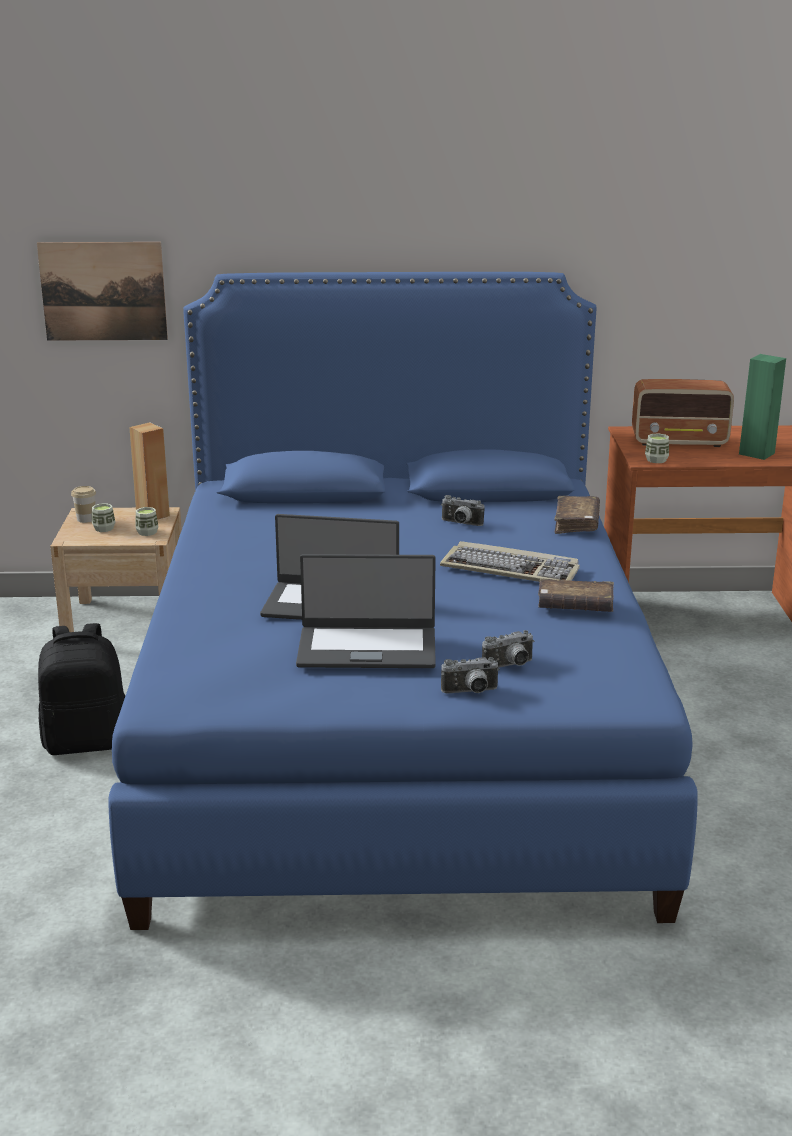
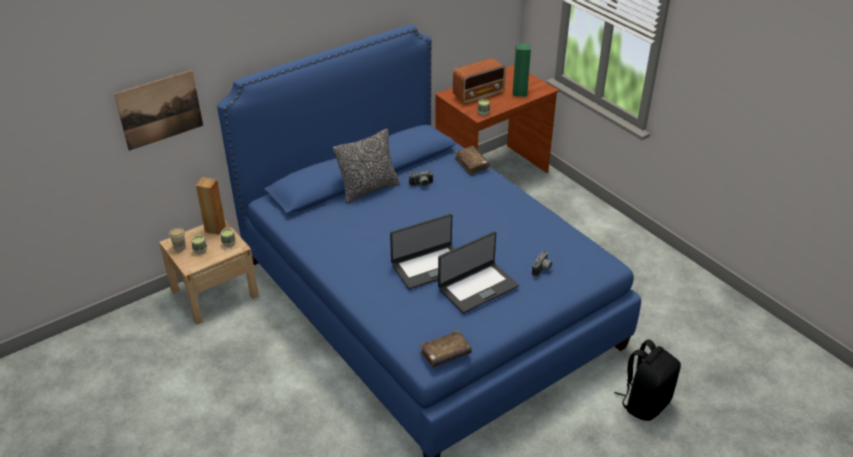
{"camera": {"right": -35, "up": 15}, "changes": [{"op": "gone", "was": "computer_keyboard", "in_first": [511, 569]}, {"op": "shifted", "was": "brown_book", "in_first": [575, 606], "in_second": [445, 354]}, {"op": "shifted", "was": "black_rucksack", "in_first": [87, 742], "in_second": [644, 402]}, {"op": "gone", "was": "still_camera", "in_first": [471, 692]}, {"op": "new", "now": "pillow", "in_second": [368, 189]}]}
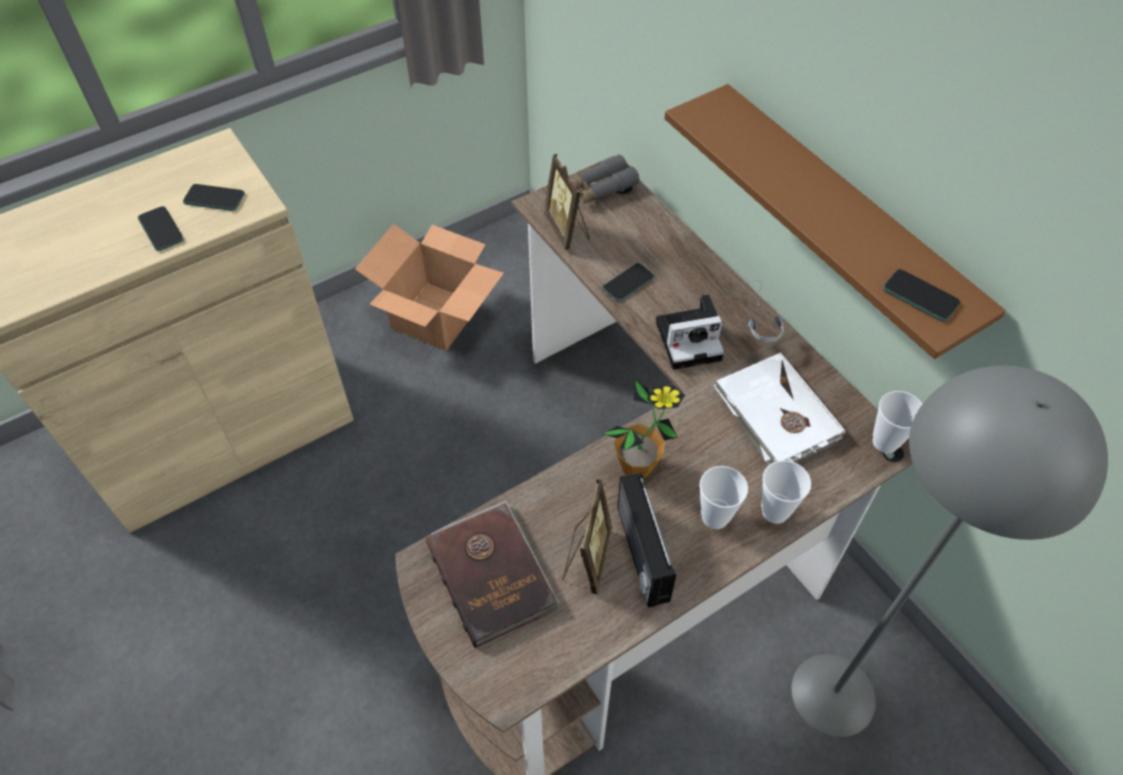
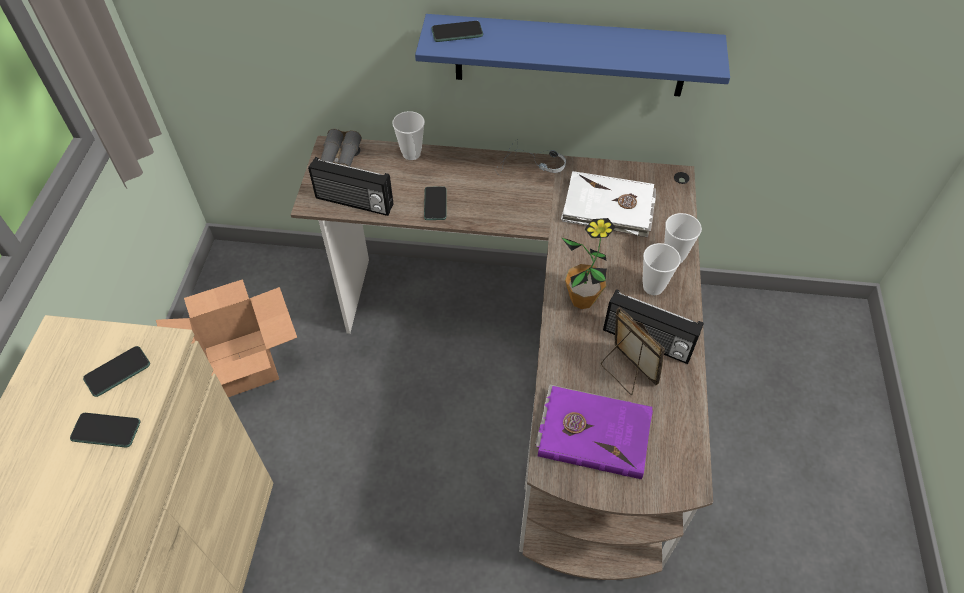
{"camera": {"right": -50, "up": 0}, "changes": [{"op": "repainted", "was": "brown_wall_shelf", "now": "bluish_wall_shelf", "in_first": [841, 222], "in_second": [570, 56]}, {"op": "swapped", "was": "standing_frame", "now": "radio_receiver", "in_first": [567, 230], "in_second": [354, 203]}, {"op": "shifted", "was": "handset", "in_first": [920, 296], "in_second": [457, 32]}, {"op": "gone", "was": "still_camera", "in_first": [690, 339]}, {"op": "gone", "was": "greyish_floor_lamp", "in_first": [833, 694]}, {"op": "shifted", "was": "drinking_cup", "in_first": [885, 442], "in_second": [411, 153]}, {"op": "repainted", "was": "brown_book", "now": "purplish_book", "in_first": [492, 573], "in_second": [593, 432]}]}
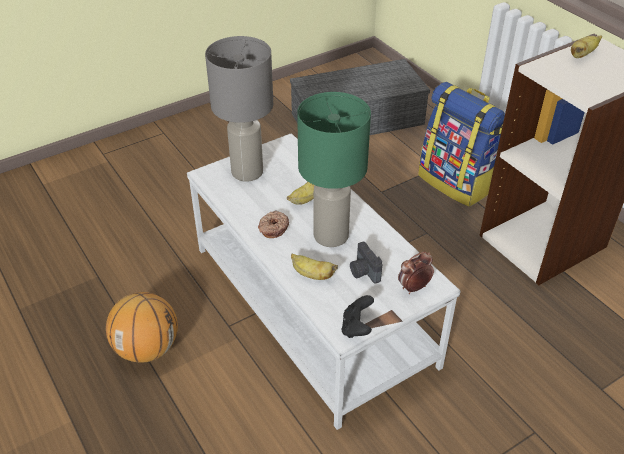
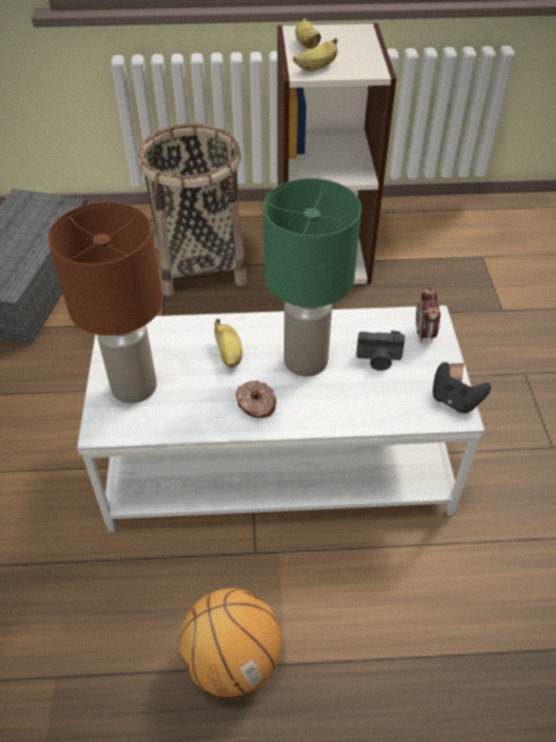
{"camera": {"right": -60, "up": 5}, "changes": [{"op": "repainted", "was": "greyish_table_lamp", "now": "brown_table_lamp", "in_first": [247, 172], "in_second": [135, 387]}, {"op": "swapped", "was": "rucksack", "now": "basket", "in_first": [456, 183], "in_second": [201, 264]}, {"op": "shifted", "was": "whole_banana", "in_first": [312, 275], "in_second": [316, 68]}]}
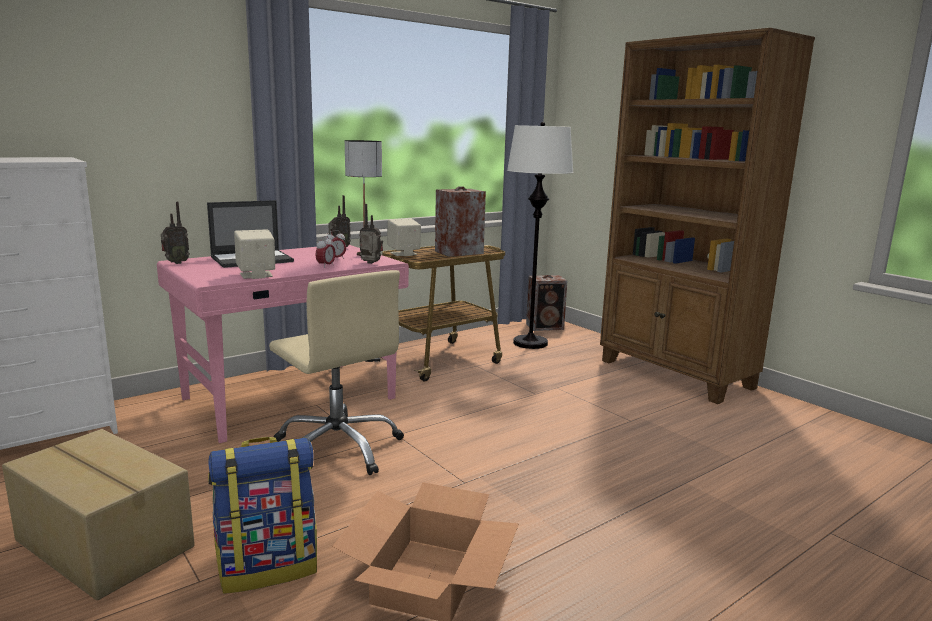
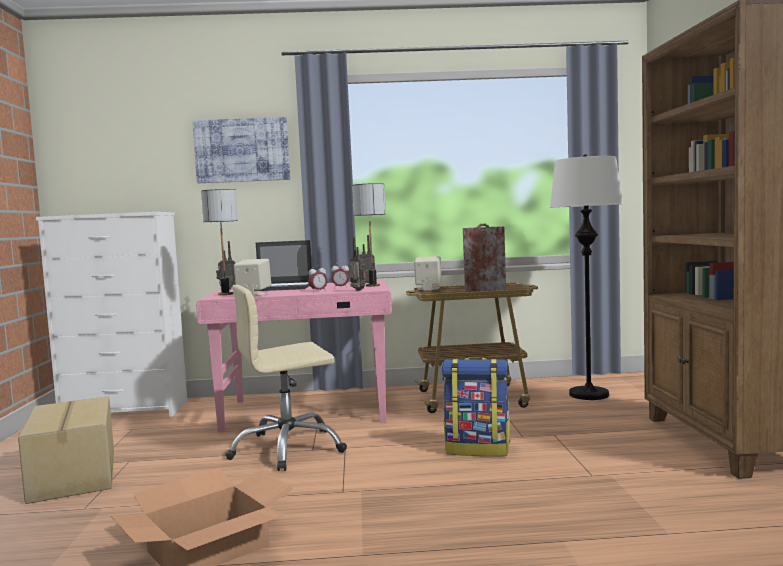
{"camera": {"right": 35, "up": -10}, "changes": [{"op": "rotated", "was": "beige_office_chair", "in_first": [338, 448], "in_second": [287, 449], "clockwise": 75}, {"op": "gone", "was": "speaker", "in_first": [546, 326]}, {"op": "shifted", "was": "rucksack", "in_first": [268, 567], "in_second": [478, 449]}, {"op": "new", "now": "wall_picture", "in_second": [242, 150]}, {"op": "new", "now": "table_lamp", "in_second": [226, 294]}]}
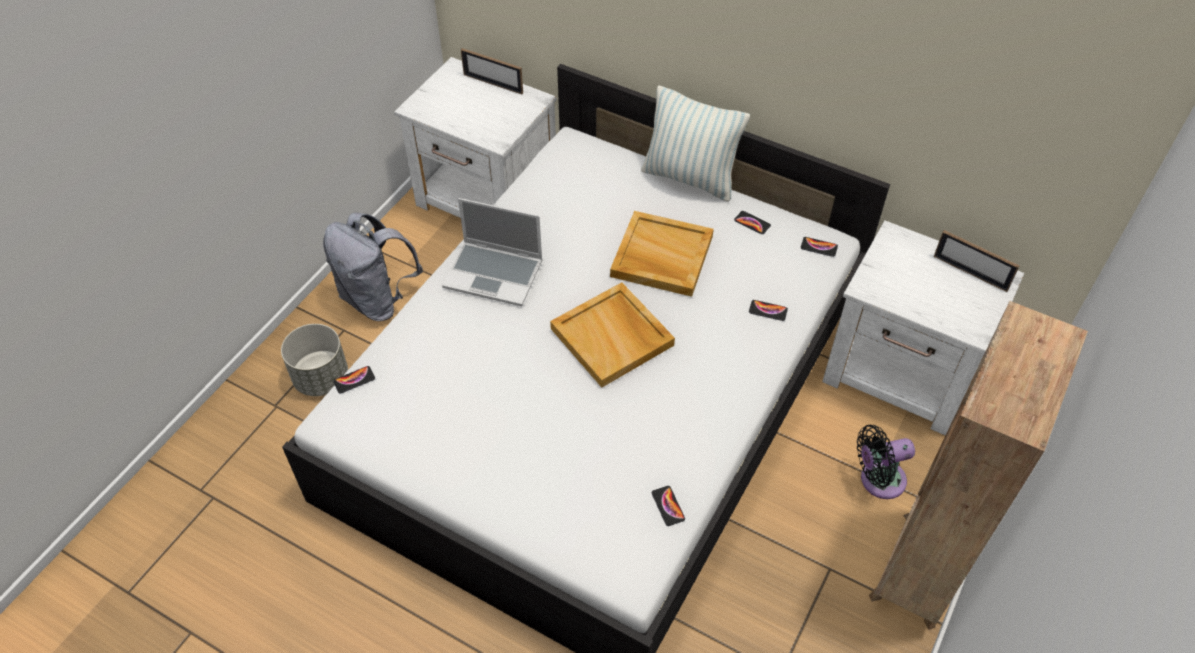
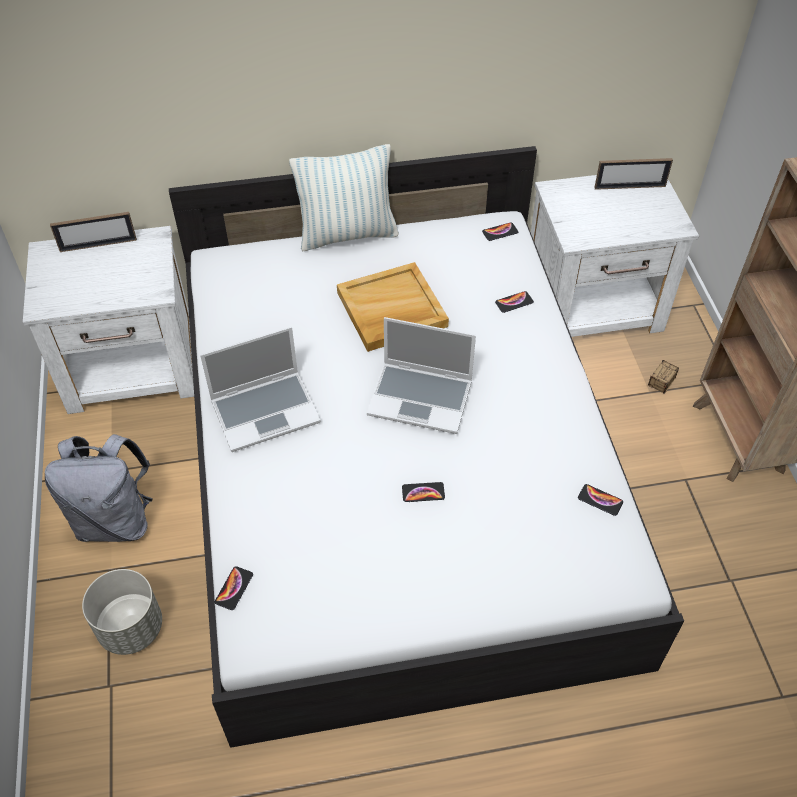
{"camera": {"right": -40, "up": 0}, "changes": [{"op": "shifted", "was": "handset", "in_first": [752, 223], "in_second": [423, 492]}, {"op": "swapped", "was": "beige_carrying_tray", "now": "portable_computer", "in_first": [613, 337], "in_second": [421, 398]}, {"op": "swapped", "was": "black_cooling_fan", "now": "storage_container", "in_first": [878, 480], "in_second": [653, 393]}]}
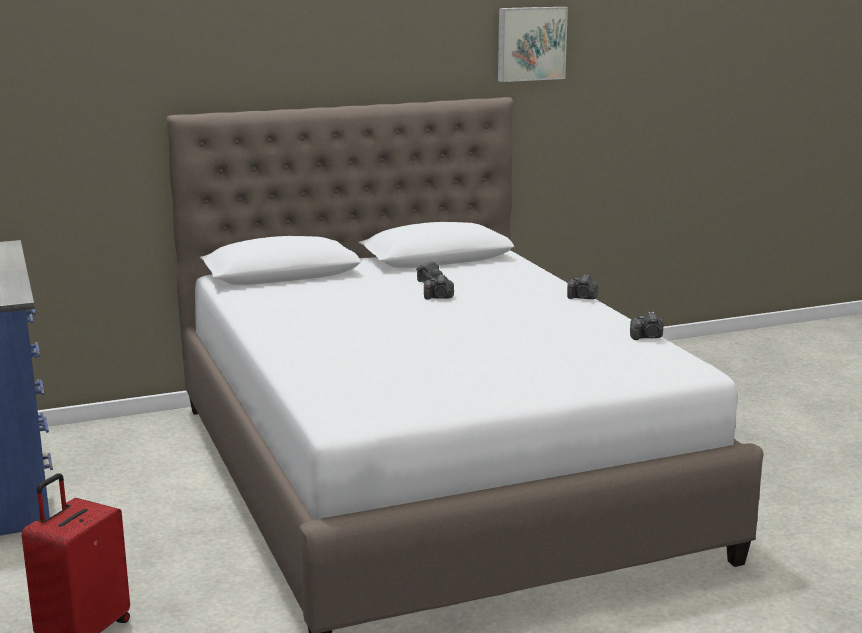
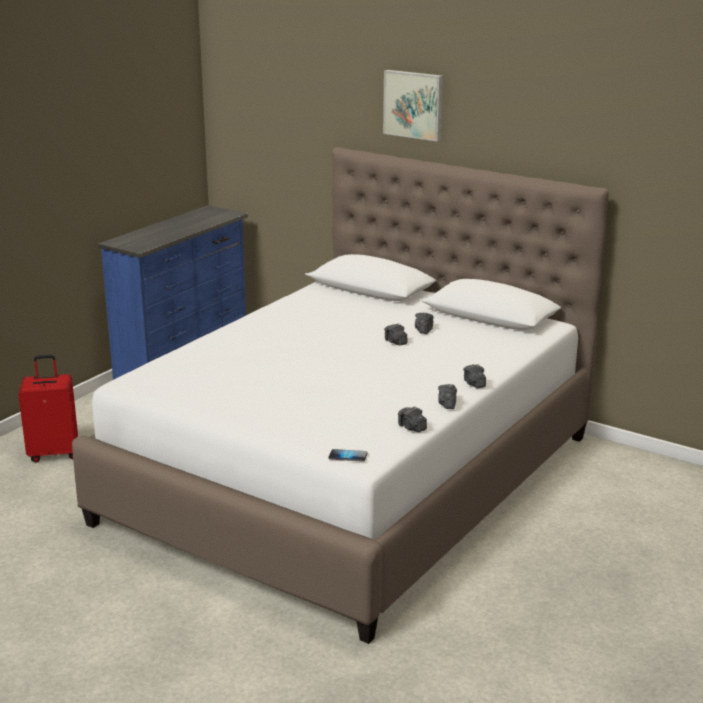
{"camera": {"right": 55, "up": 5}, "changes": [{"op": "shifted", "was": "wall_picture", "in_first": [530, 43], "in_second": [414, 104]}, {"op": "new", "now": "still_camera", "in_second": [447, 404]}, {"op": "new", "now": "handset", "in_second": [348, 456]}]}
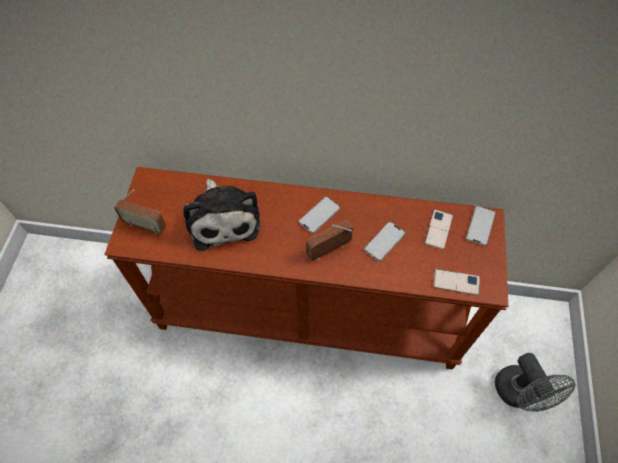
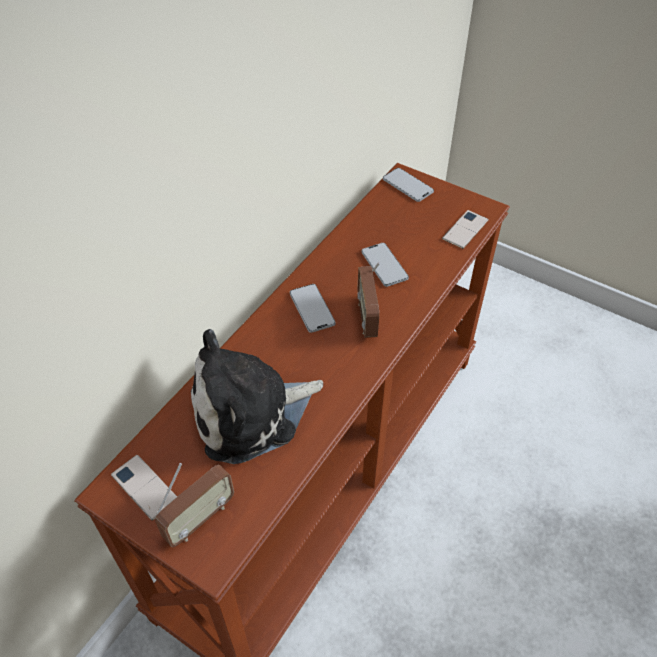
{"camera": {"right": -65, "up": -10}, "changes": [{"op": "rotated", "was": "cuddly_toy", "in_first": [223, 218], "in_second": [251, 412], "clockwise": 150}, {"op": "shifted", "was": "handset", "in_first": [438, 229], "in_second": [144, 487]}, {"op": "gone", "was": "greyish_cooling_fan", "in_first": [519, 394]}]}
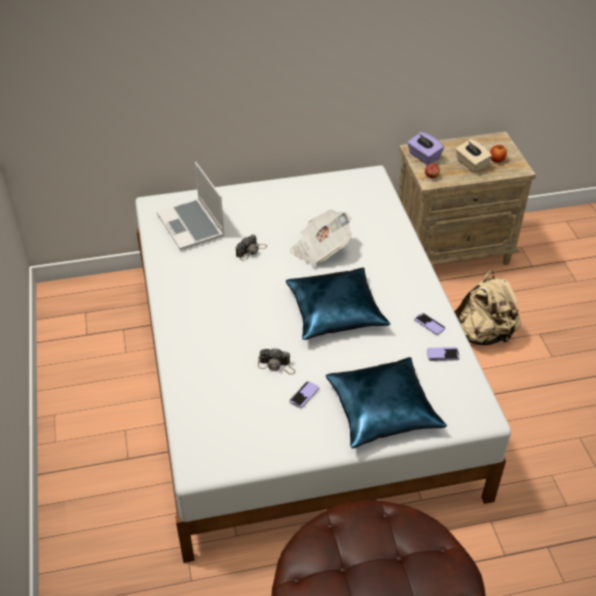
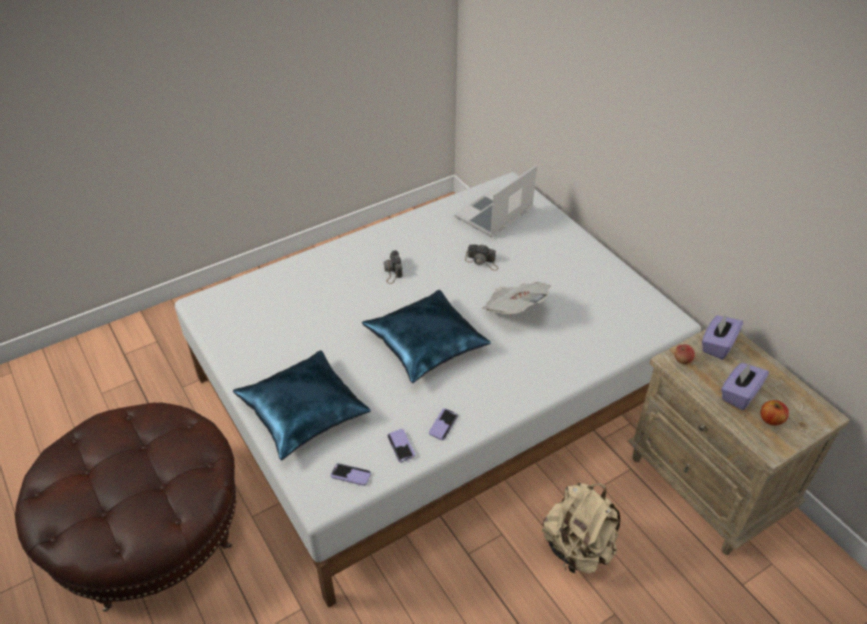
{"camera": {"right": 70, "up": 0}, "changes": [{"op": "repainted", "was": "beige_tissue_box", "now": "purplish_tissue_box", "in_first": [471, 164], "in_second": [739, 394]}, {"op": "shifted", "was": "still_camera", "in_first": [277, 366], "in_second": [392, 271]}, {"op": "shifted", "was": "handset", "in_first": [304, 395], "in_second": [350, 475]}]}
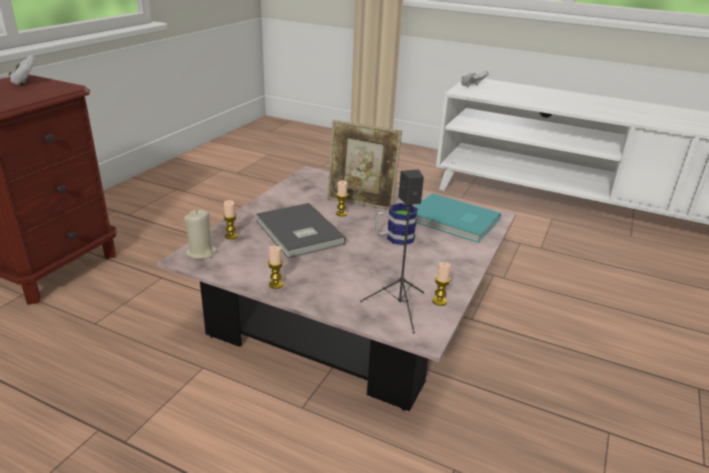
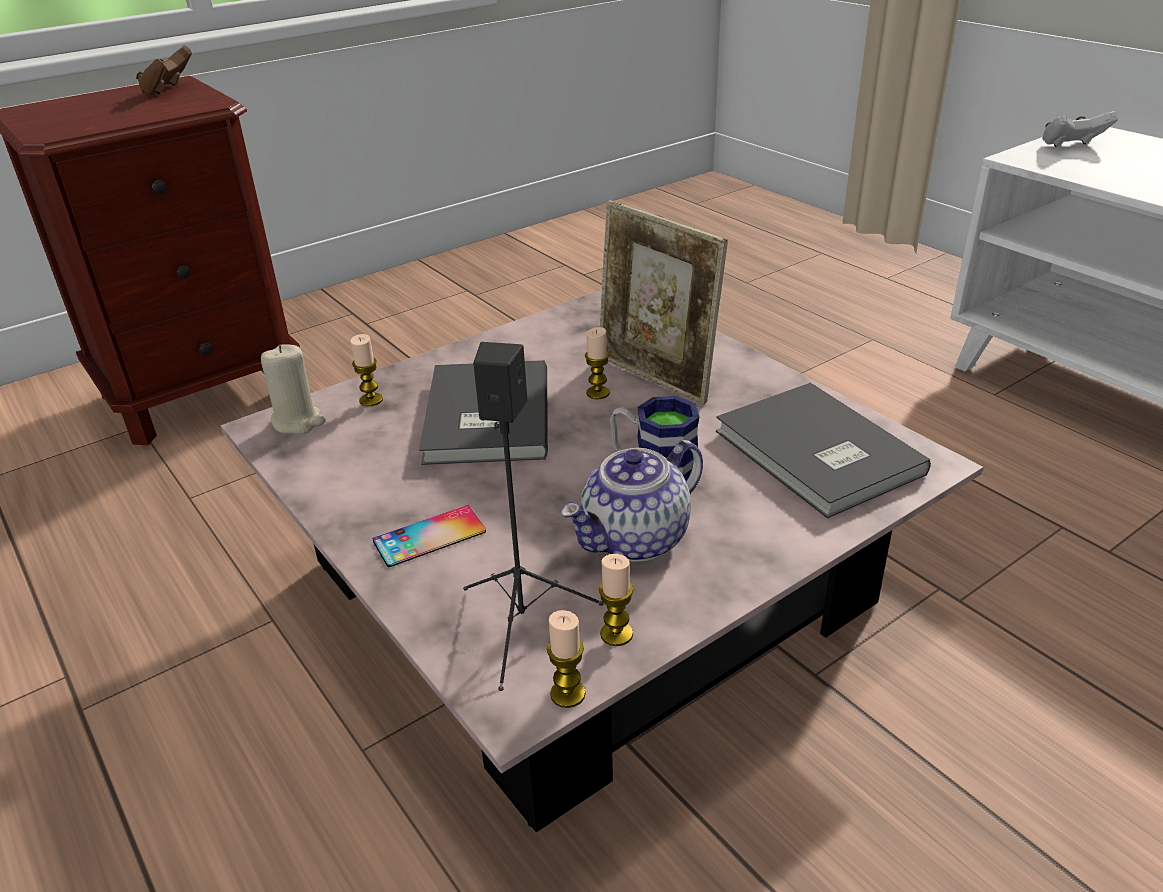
{"camera": {"right": 30, "up": 5}, "changes": [{"op": "repainted", "was": "white_gamepad", "now": "brown_gamepad", "in_first": [25, 82], "in_second": [169, 90]}, {"op": "repainted", "was": "turquoise-coloured_book", "now": "greyish_book", "in_first": [453, 221], "in_second": [815, 455]}, {"op": "shifted", "was": "wax_candle", "in_first": [276, 284], "in_second": [567, 694]}, {"op": "new", "now": "tea_pot", "in_second": [635, 539]}, {"op": "new", "now": "handset", "in_second": [429, 536]}]}
